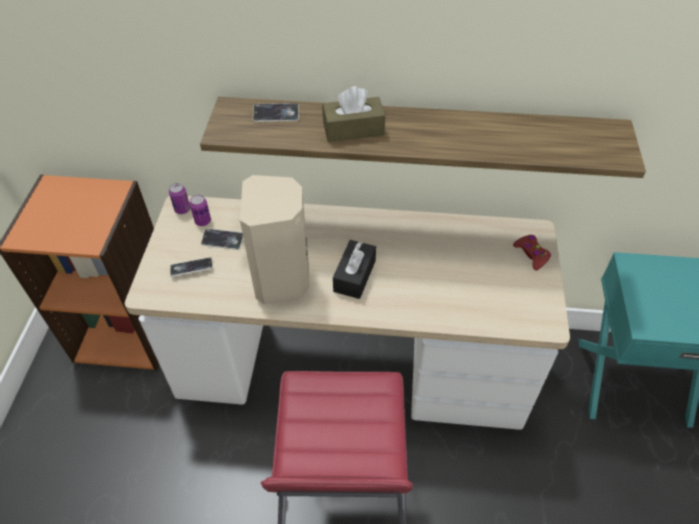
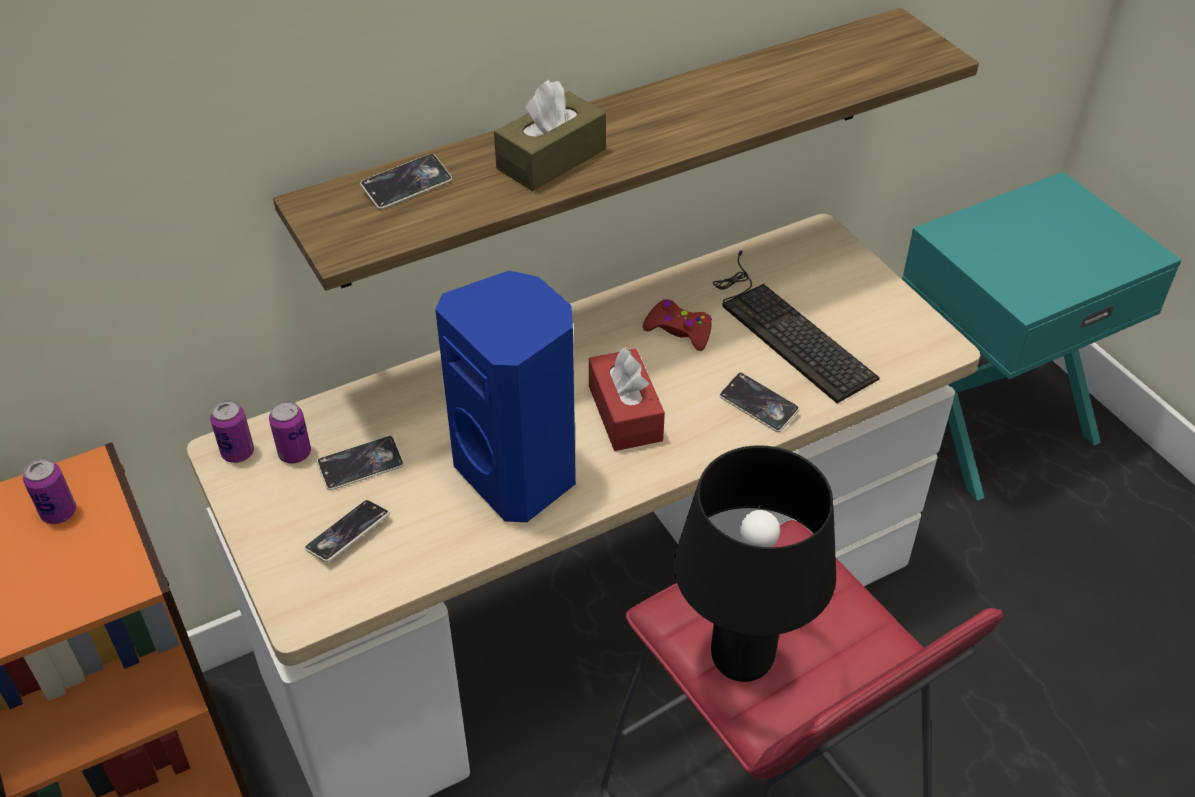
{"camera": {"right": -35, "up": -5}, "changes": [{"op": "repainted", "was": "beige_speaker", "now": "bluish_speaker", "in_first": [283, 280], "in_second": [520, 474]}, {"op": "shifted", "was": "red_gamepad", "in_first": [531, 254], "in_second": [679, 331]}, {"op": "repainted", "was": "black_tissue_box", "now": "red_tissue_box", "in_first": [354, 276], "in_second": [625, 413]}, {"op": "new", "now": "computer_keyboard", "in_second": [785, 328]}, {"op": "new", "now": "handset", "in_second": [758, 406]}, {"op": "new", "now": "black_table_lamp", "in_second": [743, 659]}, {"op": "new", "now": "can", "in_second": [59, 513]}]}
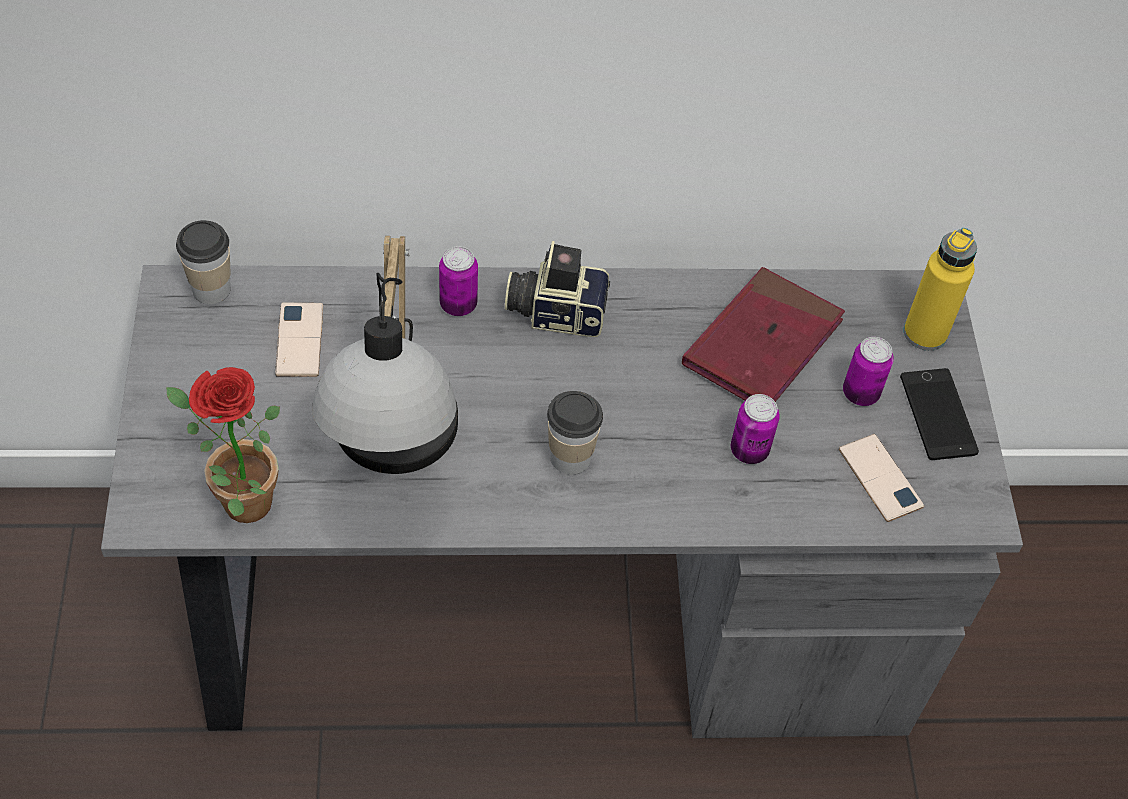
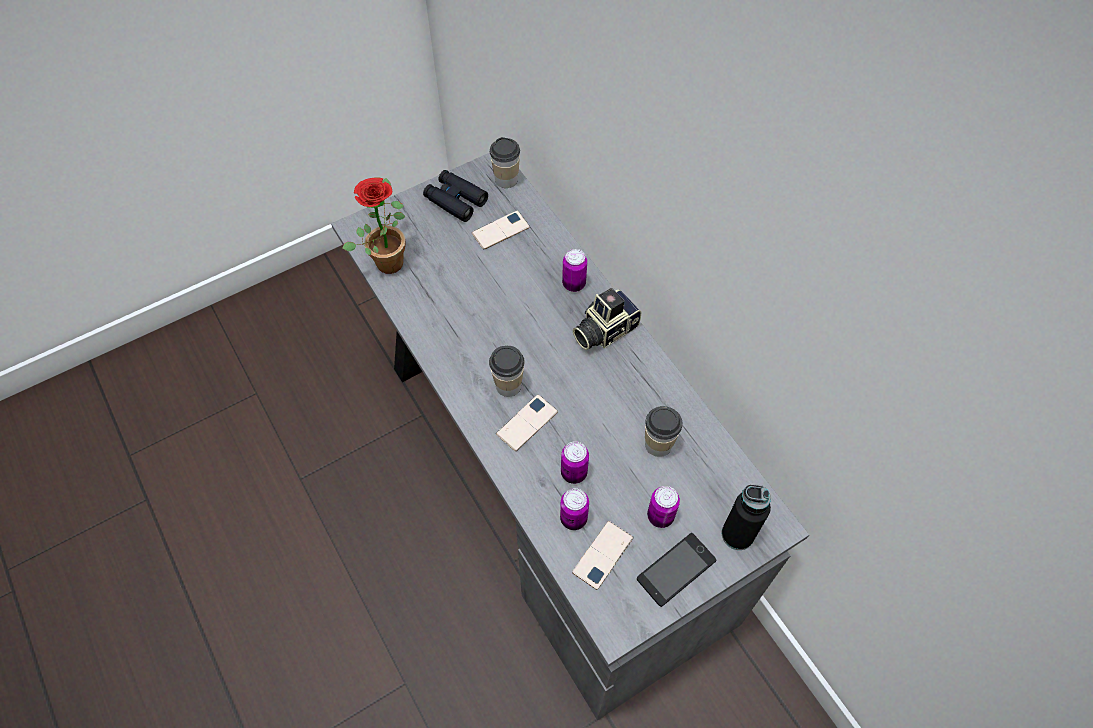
{"camera": {"right": 65, "up": 5}, "changes": [{"op": "repainted", "was": "yellow_drink_bottle", "now": "black_drink_bottle", "in_first": [925, 333], "in_second": [737, 534]}, {"op": "gone", "was": "table_lamp", "in_first": [394, 452]}, {"op": "rotated", "was": "still_camera", "in_first": [556, 311], "in_second": [603, 330], "clockwise": -105}, {"op": "swapped", "was": "red_book", "now": "drinking_cup", "in_first": [762, 344], "in_second": [658, 444]}, {"op": "new", "now": "black_pair_of_binoculars", "in_second": [455, 200]}, {"op": "new", "now": "handset", "in_second": [527, 423]}, {"op": "new", "now": "can", "in_second": [573, 518]}]}
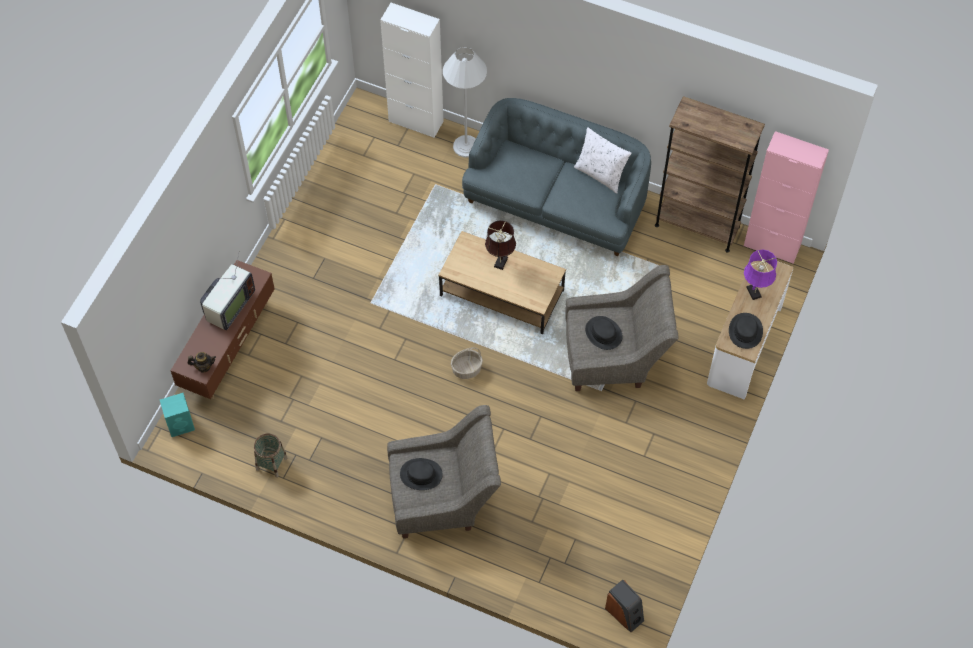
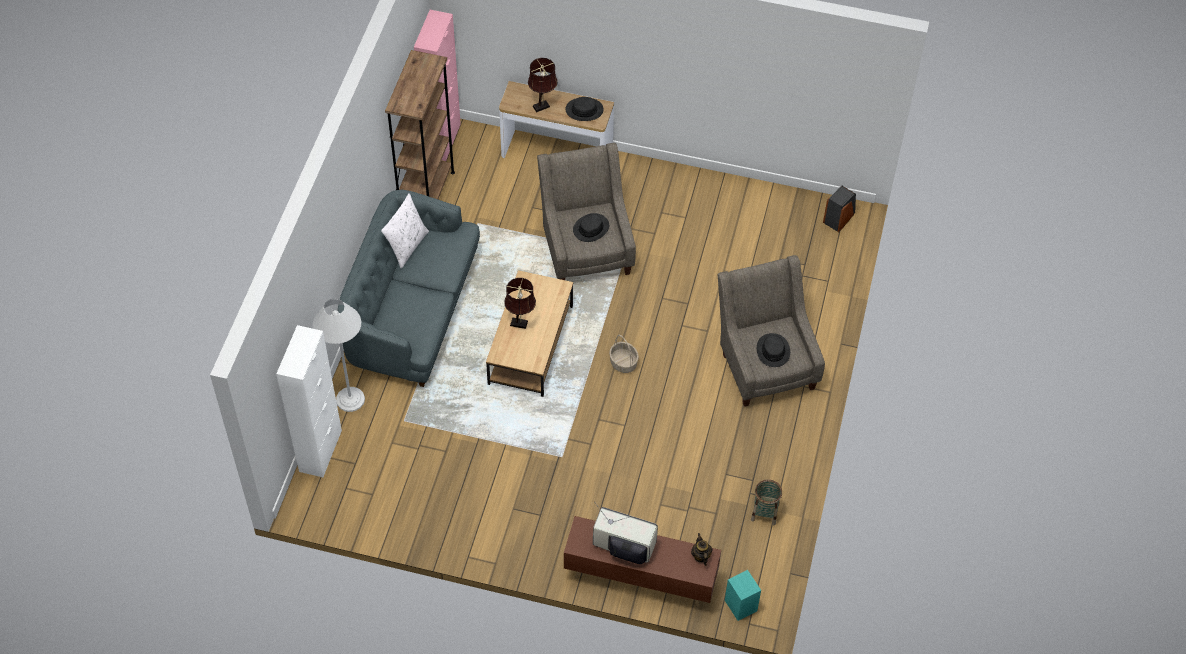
{"camera": {"right": -100, "up": -5}, "changes": [{"op": "repainted", "was": "purplish_table_lamp", "now": "brown_table_lamp", "in_first": [754, 293], "in_second": [542, 106]}]}
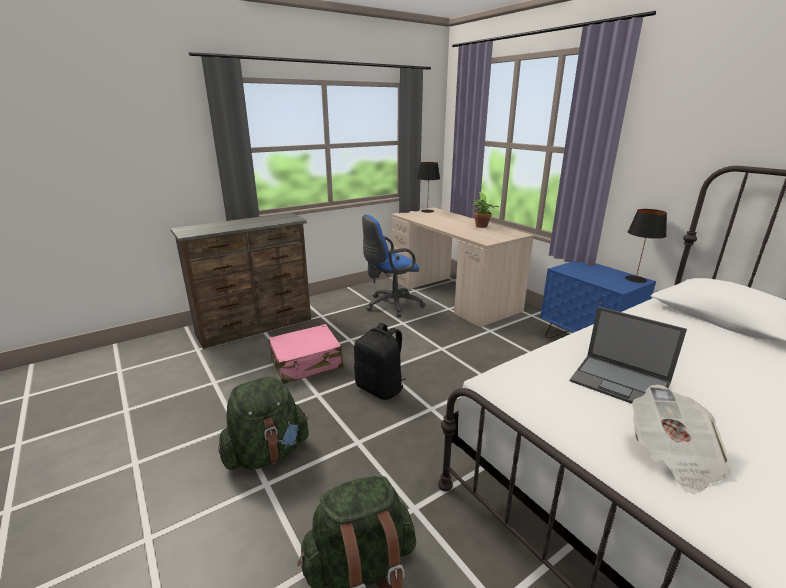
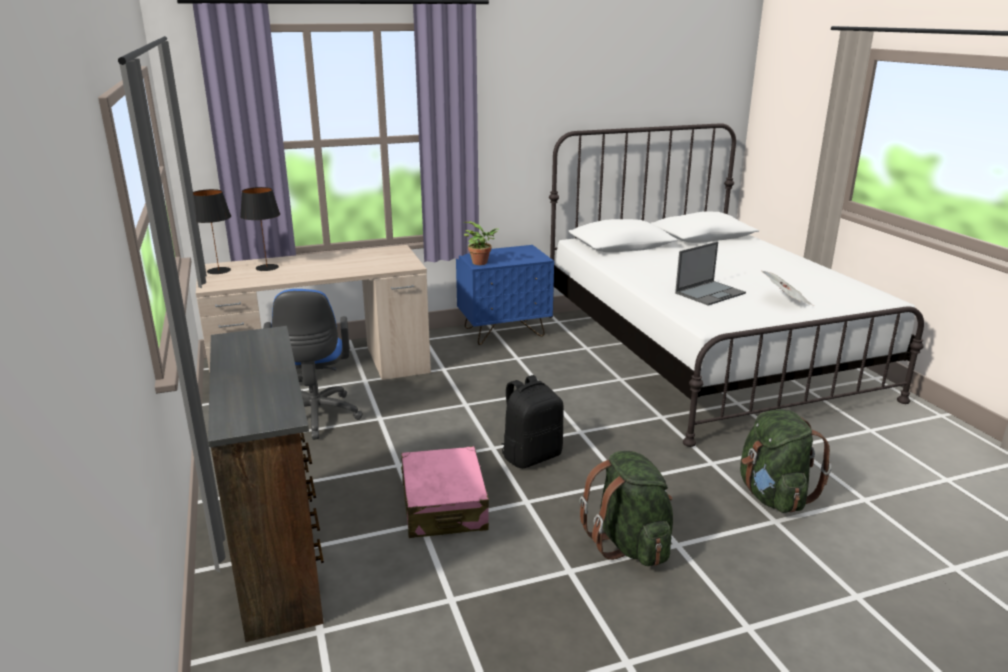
{"camera": {"right": -75, "up": 0}, "changes": [{"op": "shifted", "was": "potted_plant", "in_first": [482, 226], "in_second": [482, 263]}, {"op": "shifted", "was": "black_table_lamp", "in_first": [635, 279], "in_second": [267, 268]}]}
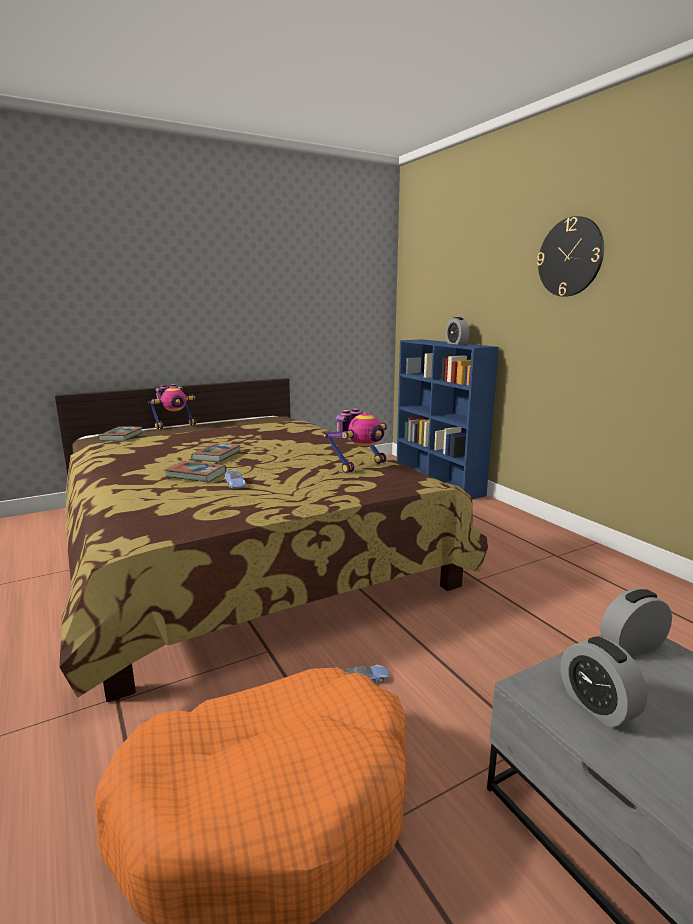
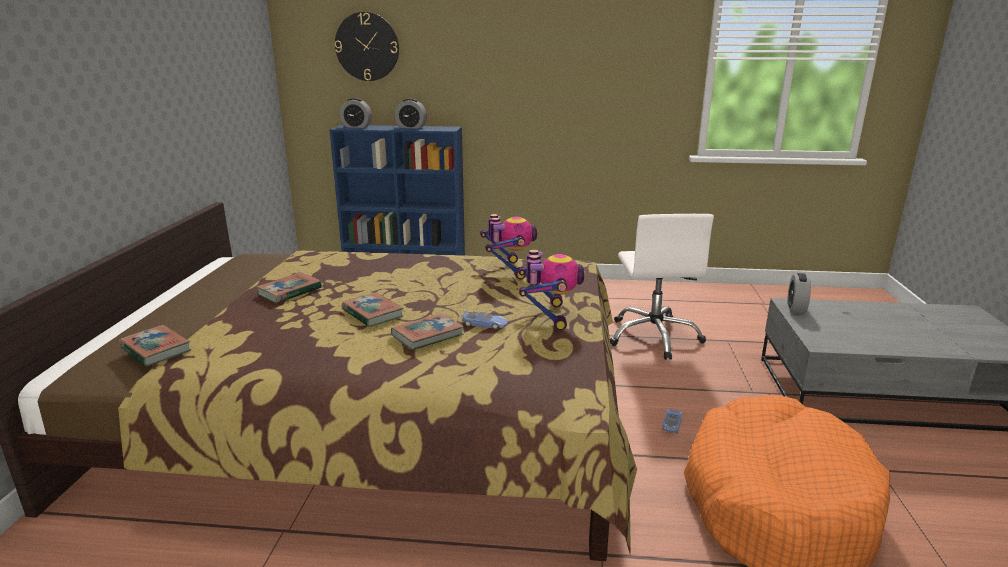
{"camera": {"right": -55, "up": 5}, "changes": [{"op": "shifted", "was": "clock_on_the_wall", "in_first": [570, 257], "in_second": [367, 46]}, {"op": "shifted", "was": "robot_figure", "in_first": [174, 425], "in_second": [548, 316]}, {"op": "shifted", "was": "table_clock", "in_first": [597, 706], "in_second": [356, 126]}, {"op": "new", "now": "white_office_chair", "in_second": [654, 337]}, {"op": "new", "now": "book", "in_second": [289, 291]}]}
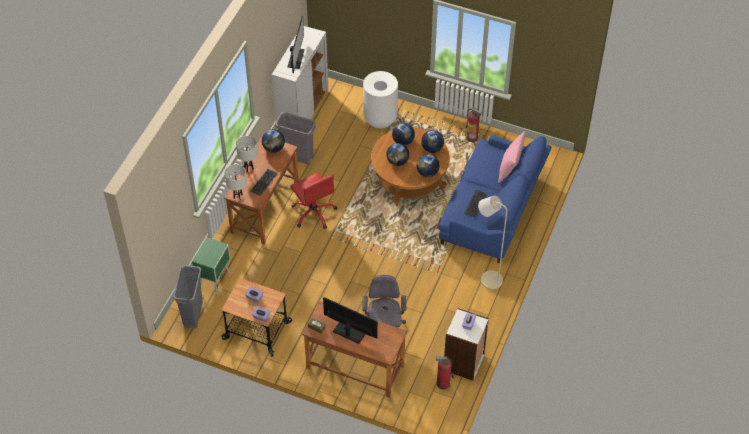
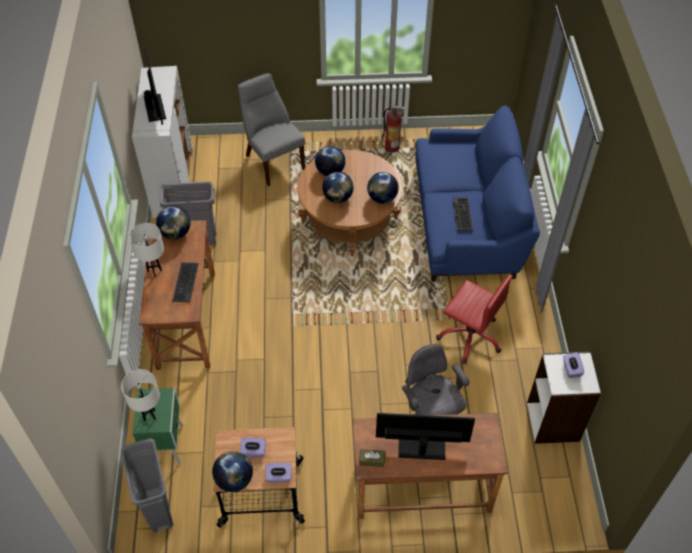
{"camera": {"right": -25, "up": 0}, "changes": [{"op": "swapped", "was": "white_trash_can", "now": "greyish_upright_chair", "in_first": [380, 118], "in_second": [273, 161]}, {"op": "shifted", "was": "desk_globe", "in_first": [432, 148], "in_second": [234, 480]}, {"op": "gone", "was": "pink-coloured_pillow", "in_first": [510, 169]}, {"op": "shifted", "was": "white_table_lamp", "in_first": [238, 196], "in_second": [149, 415]}, {"op": "shifted", "was": "red_office_chair", "in_first": [314, 213], "in_second": [470, 336]}, {"op": "gone", "was": "beige_floor_lamp", "in_first": [487, 278]}, {"op": "gone", "was": "fire-fighting_cylinder", "in_first": [443, 383]}]}
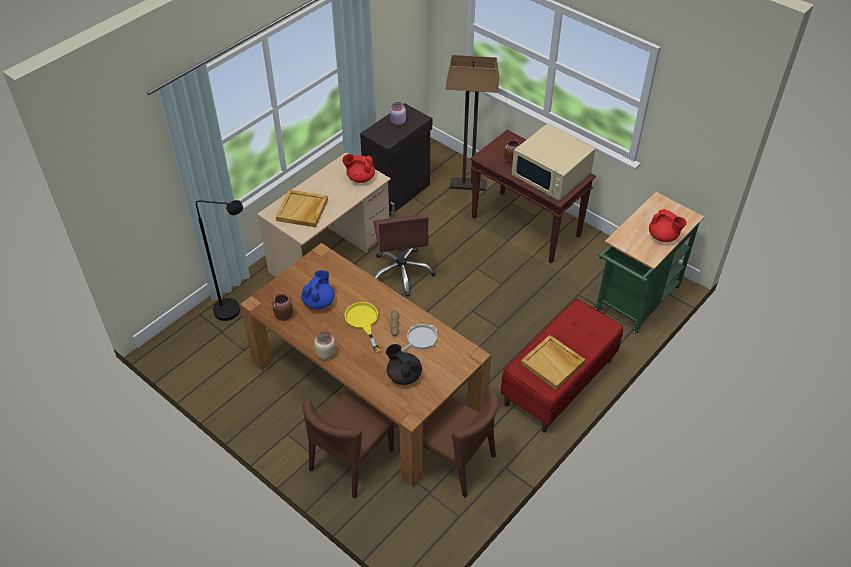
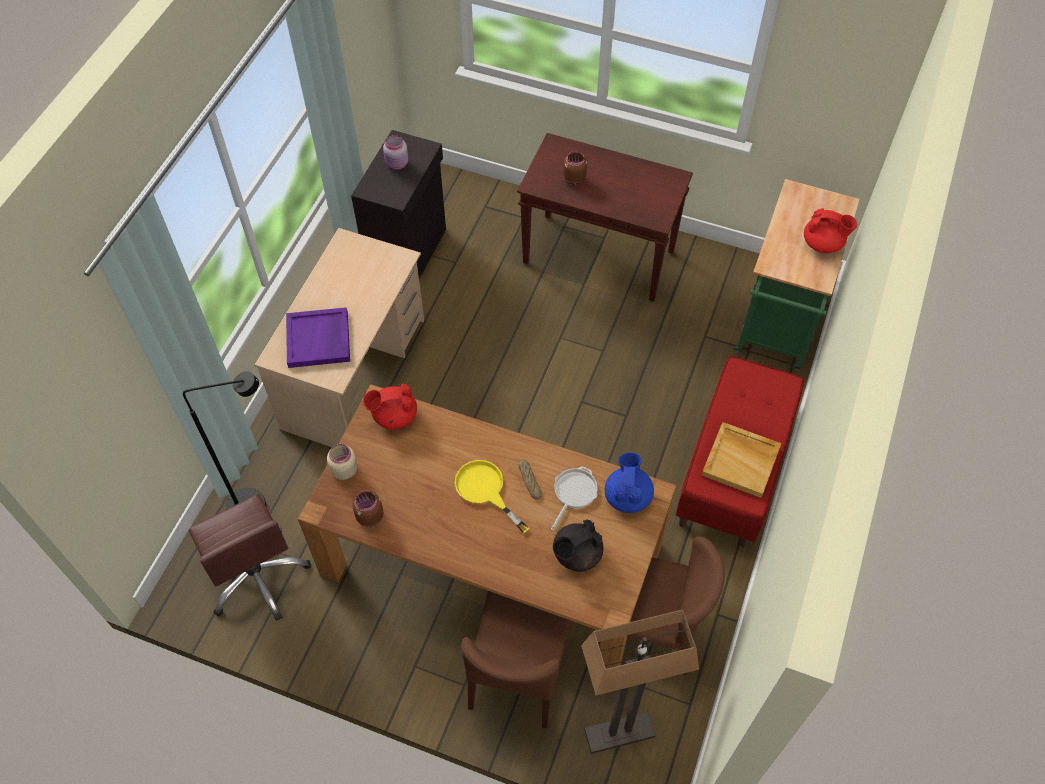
{"camera": {"right": -20, "up": 10}, "changes": [{"op": "shifted", "was": "floor_lamp", "in_first": [467, 185], "in_second": [619, 734]}, {"op": "gone", "was": "beige_microwave", "in_first": [551, 175]}, {"op": "shifted", "was": "red_tea_pot", "in_first": [360, 178], "in_second": [394, 416]}, {"op": "repainted", "was": "beige_carrying_tray", "now": "purplish_carrying_tray", "in_first": [302, 210], "in_second": [319, 340]}, {"op": "shifted", "was": "brown_office_chair", "in_first": [402, 272], "in_second": [258, 576]}, {"op": "shifted", "was": "bluish_tea_pot", "in_first": [319, 301], "in_second": [627, 496]}, {"op": "shifted", "was": "beige_preserve_jar", "in_first": [326, 353], "in_second": [344, 469]}, {"op": "rotated", "was": "black_tea_pot", "in_first": [403, 375], "in_second": [576, 554], "clockwise": -60}]}
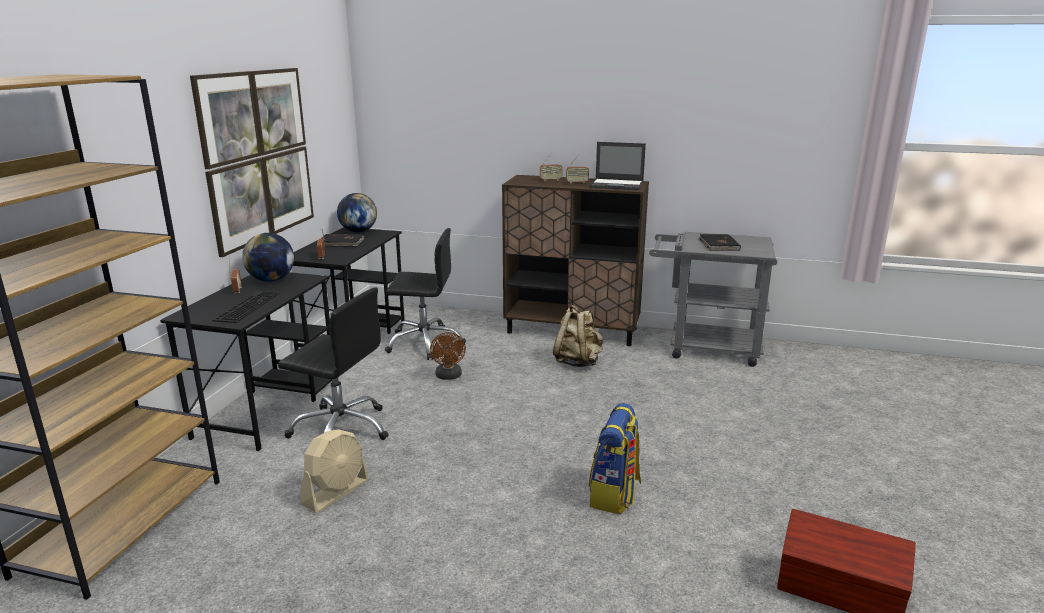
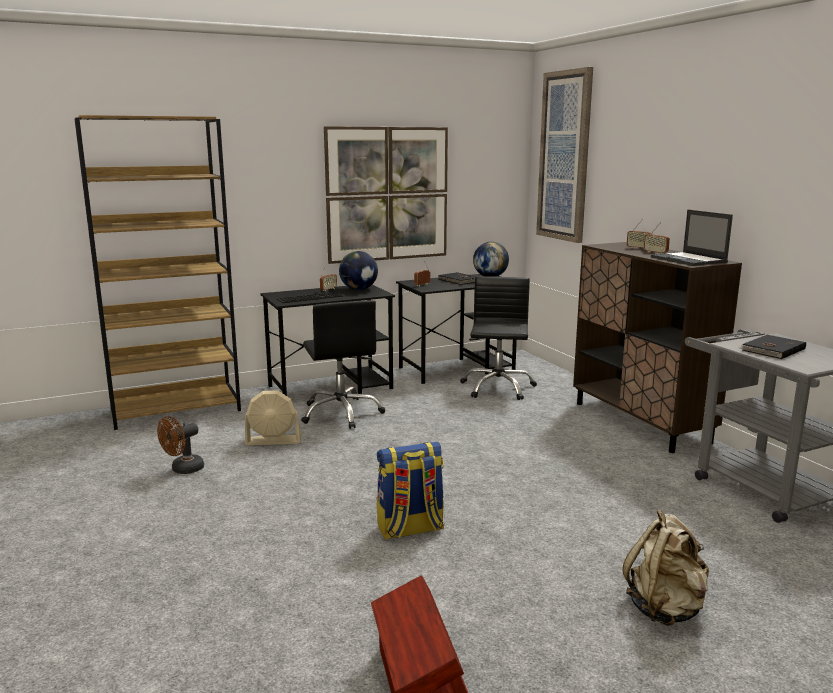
{"camera": {"right": 50, "up": -5}, "changes": [{"op": "rotated", "was": "black_office_chair", "in_first": [425, 343], "in_second": [497, 388], "clockwise": -135}, {"op": "shifted", "was": "beige_rucksack", "in_first": [578, 362], "in_second": [665, 609]}, {"op": "shifted", "was": "brown_cooling_fan", "in_first": [449, 376], "in_second": [183, 470]}, {"op": "new", "now": "wall_picture", "in_second": [565, 156]}]}
